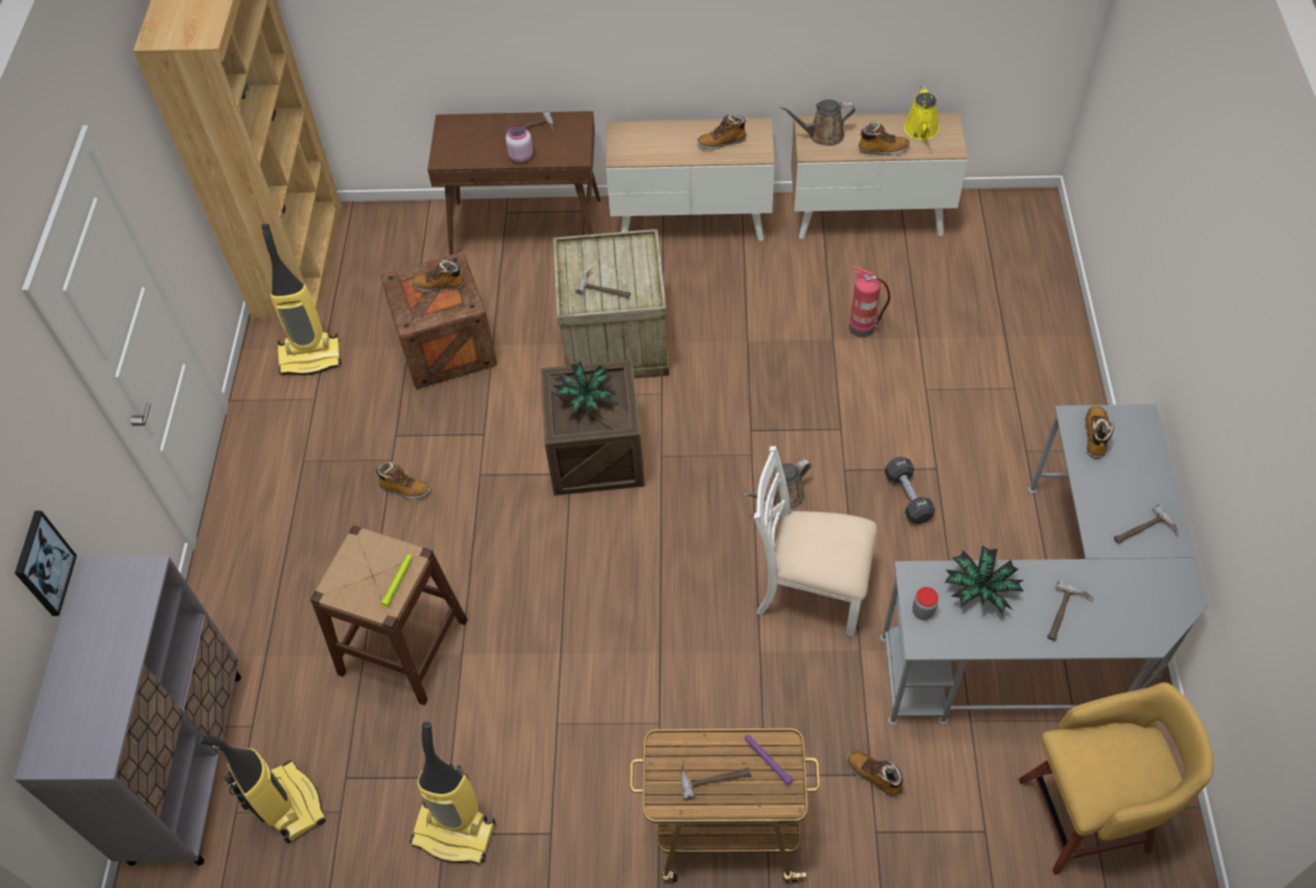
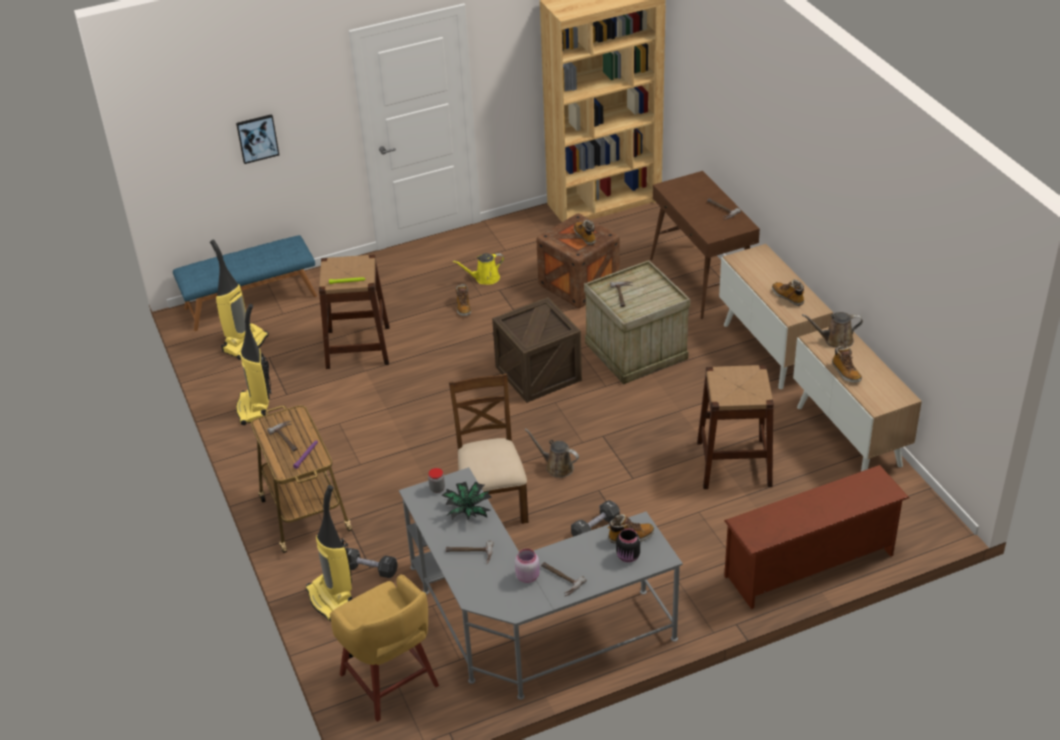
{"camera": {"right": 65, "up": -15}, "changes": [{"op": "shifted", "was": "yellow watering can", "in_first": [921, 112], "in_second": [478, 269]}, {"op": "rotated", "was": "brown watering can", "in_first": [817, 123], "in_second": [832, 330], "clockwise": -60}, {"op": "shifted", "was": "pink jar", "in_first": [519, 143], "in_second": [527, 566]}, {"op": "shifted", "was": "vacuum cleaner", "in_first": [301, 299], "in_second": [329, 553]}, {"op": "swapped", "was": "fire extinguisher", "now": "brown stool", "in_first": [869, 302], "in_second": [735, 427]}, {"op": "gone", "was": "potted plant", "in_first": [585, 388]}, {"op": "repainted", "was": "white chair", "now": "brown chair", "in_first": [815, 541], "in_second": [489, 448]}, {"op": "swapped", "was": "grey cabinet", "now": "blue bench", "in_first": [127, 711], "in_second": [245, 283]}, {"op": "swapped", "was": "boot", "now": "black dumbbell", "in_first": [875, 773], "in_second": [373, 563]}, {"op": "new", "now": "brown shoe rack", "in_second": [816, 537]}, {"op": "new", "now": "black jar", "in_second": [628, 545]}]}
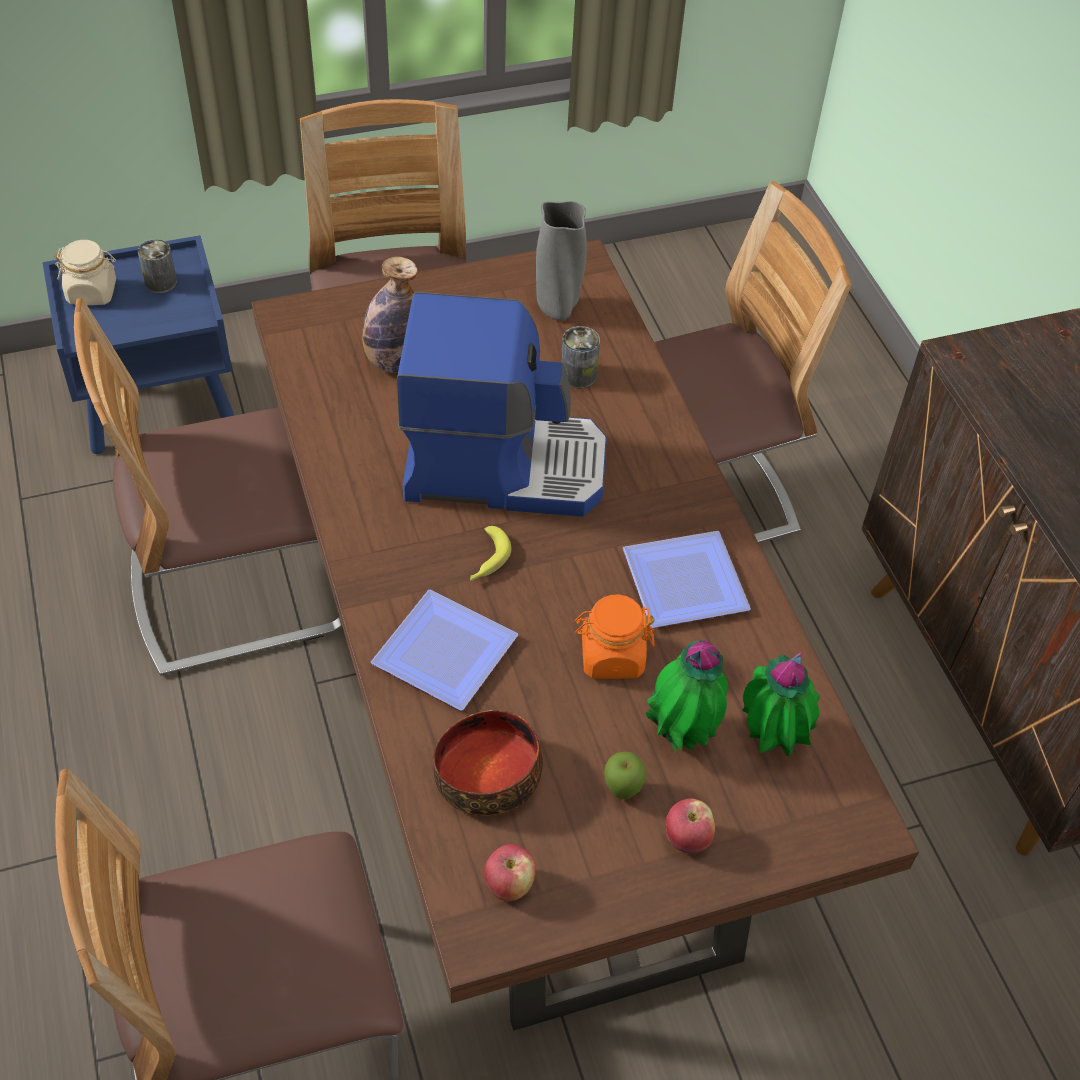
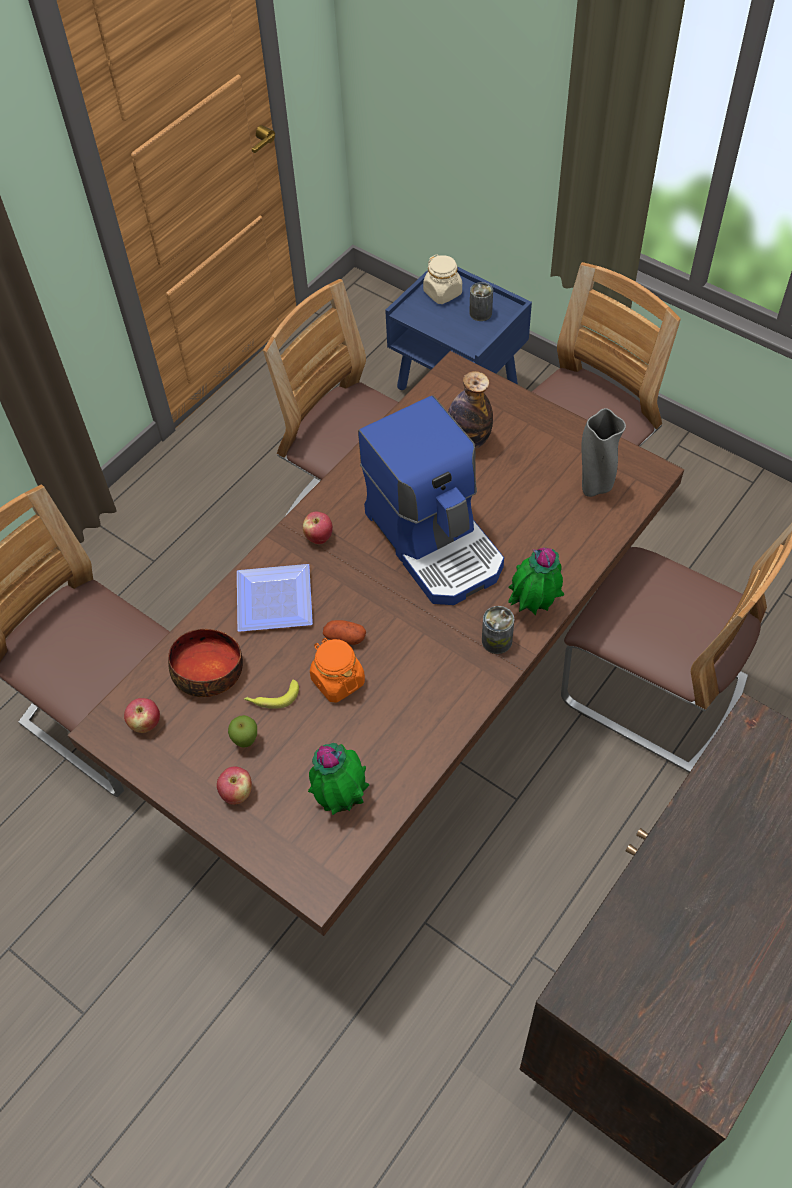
{"camera": {"right": 60, "up": 5}, "changes": [{"op": "shifted", "was": "can", "in_first": [580, 357], "in_second": [498, 630]}, {"op": "shifted", "was": "banana", "in_first": [490, 553], "in_second": [271, 694]}, {"op": "gone", "was": "plate", "in_first": [687, 579]}, {"op": "shifted", "was": "potted plant", "in_first": [687, 696], "in_second": [536, 581]}, {"op": "new", "now": "apple", "in_second": [318, 528]}, {"op": "new", "now": "potato", "in_second": [344, 632]}]}
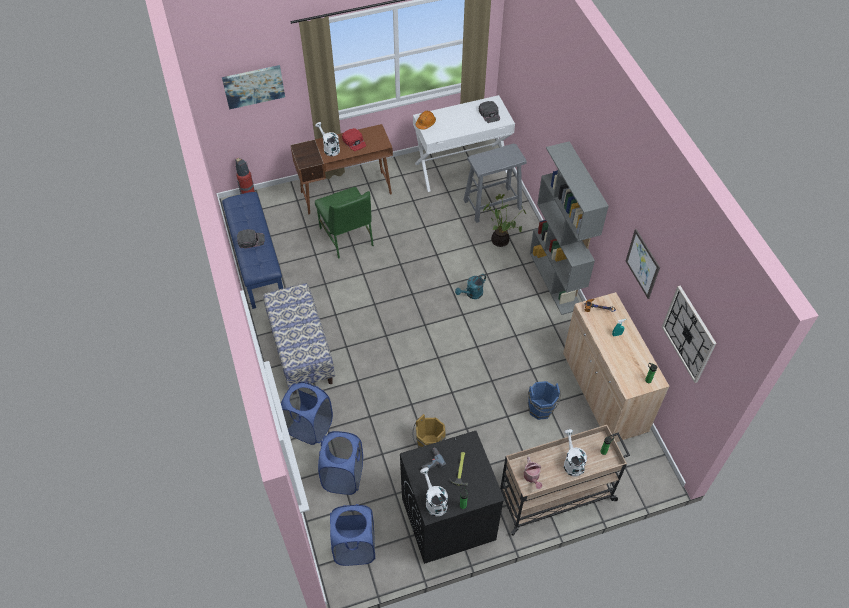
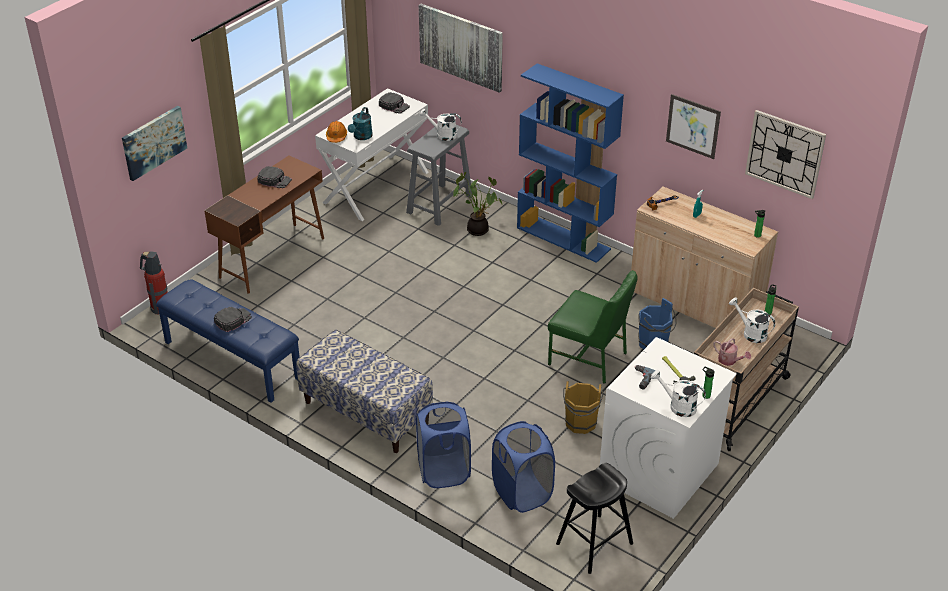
{"camera": {"right": -35, "up": -15}, "changes": [{"op": "shifted", "was": "white watering can", "in_first": [327, 139], "in_second": [441, 124]}, {"op": "repainted", "was": "red cap", "now": "black cap", "in_first": [354, 139], "in_second": [274, 177]}, {"op": "repainted", "was": "grey bookcase", "now": "blue bookcase", "in_first": [569, 228], "in_second": [570, 163]}, {"op": "shifted", "was": "green chair", "in_first": [344, 223], "in_second": [593, 327]}, {"op": "shifted", "was": "turquoise watering can", "in_first": [470, 286], "in_second": [360, 123]}, {"op": "repainted", "was": "black washing machine", "now": "white washing machine", "in_first": [452, 497], "in_second": [668, 428]}, {"op": "swapped", "was": "blue laundry basket", "now": "black stool", "in_first": [352, 535], "in_second": [594, 518]}, {"op": "new", "now": "picture", "in_second": [461, 48]}]}
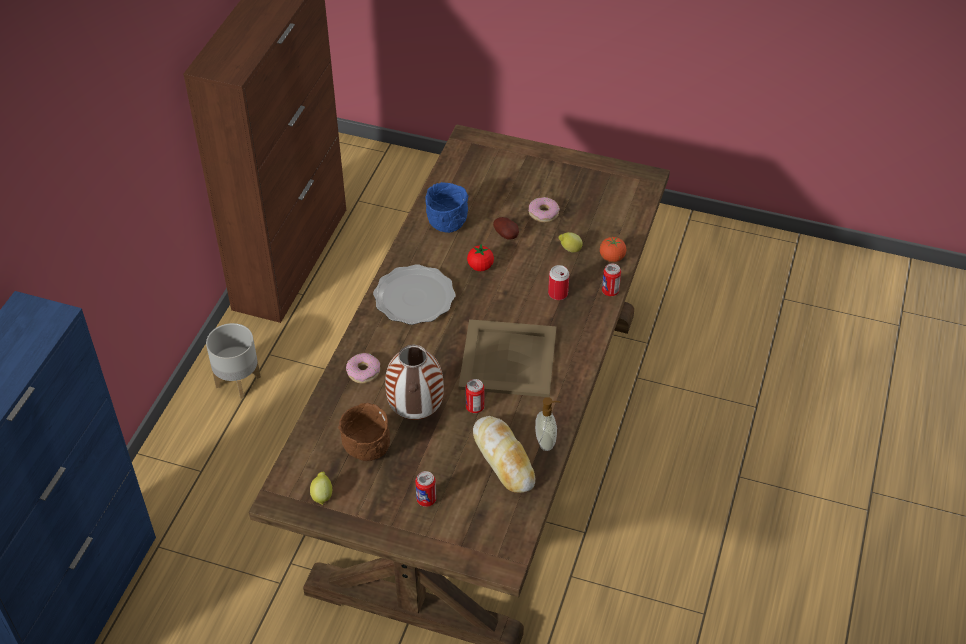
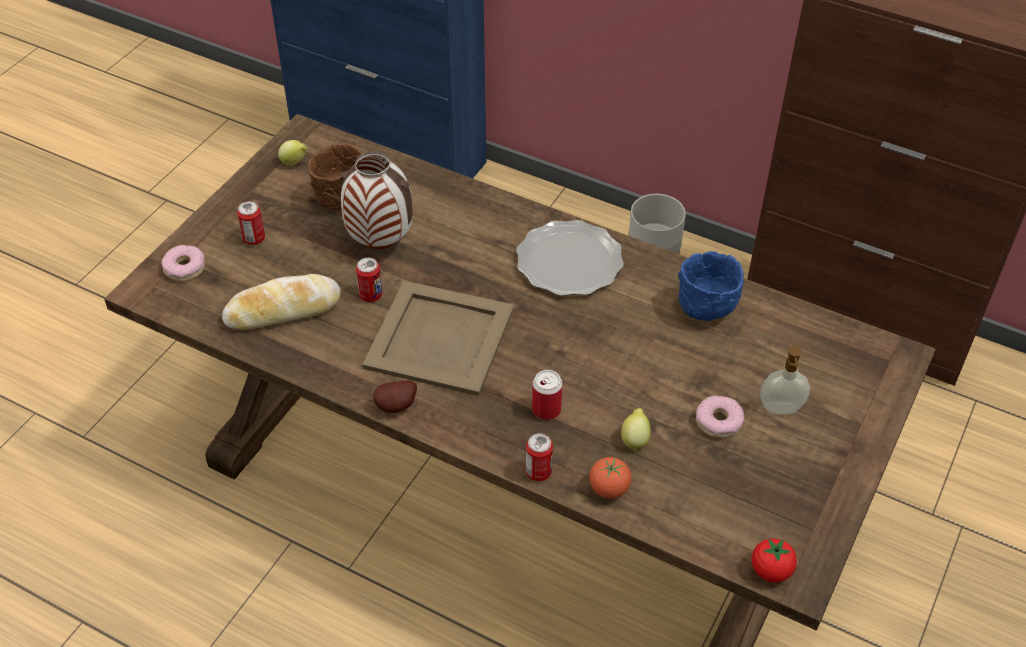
{"camera": {"right": 100, "up": 0}, "changes": [{"op": "shifted", "was": "potato", "in_first": [506, 228], "in_second": [395, 396]}, {"op": "shifted", "was": "tomato", "in_first": [480, 257], "in_second": [774, 560]}, {"op": "shifted", "was": "donut", "in_first": [363, 368], "in_second": [183, 263]}, {"op": "shifted", "was": "soap dispenser", "in_first": [547, 424], "in_second": [785, 380]}]}
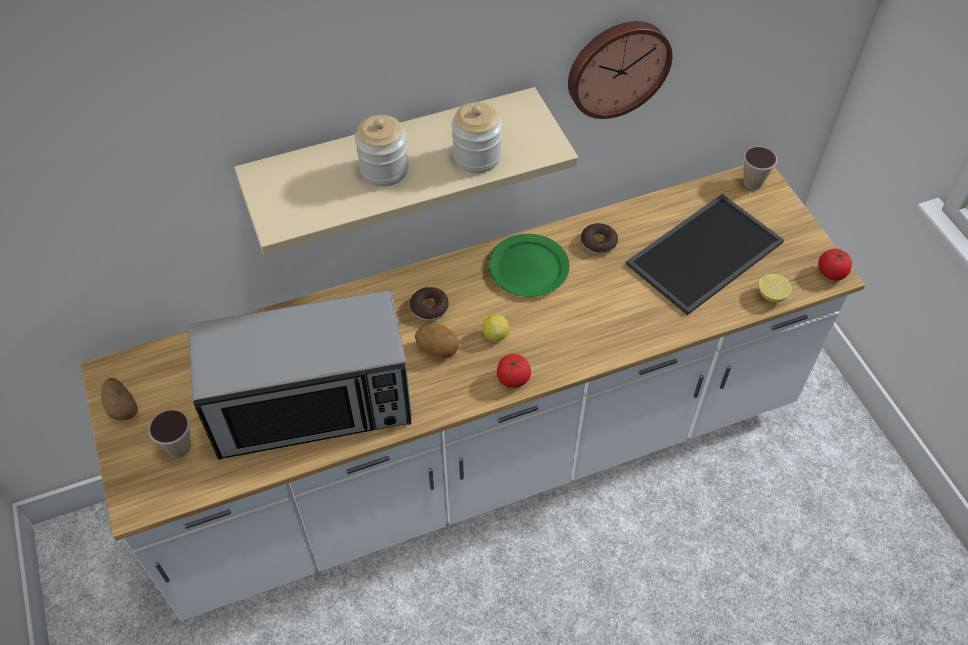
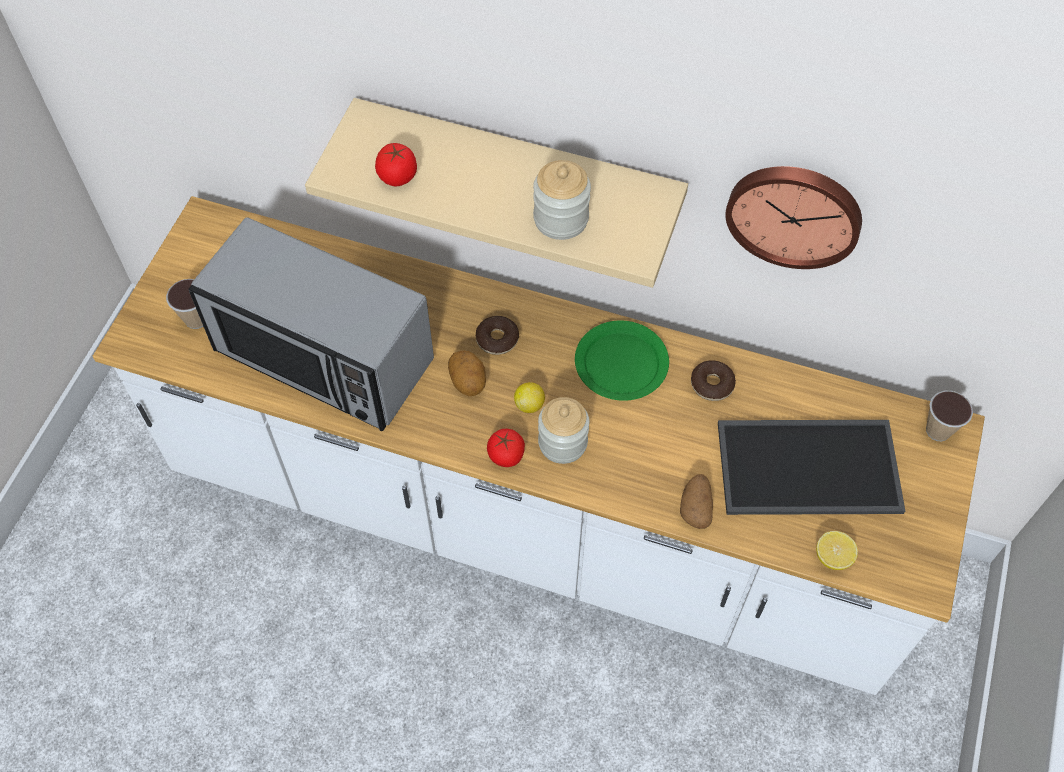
{"camera": {"right": 40, "up": 5}, "changes": [{"op": "shifted", "was": "jar", "in_first": [381, 151], "in_second": [563, 430]}, {"op": "shifted", "was": "tomato", "in_first": [835, 265], "in_second": [396, 164]}, {"op": "shifted", "was": "potato", "in_first": [119, 399], "in_second": [696, 501]}]}
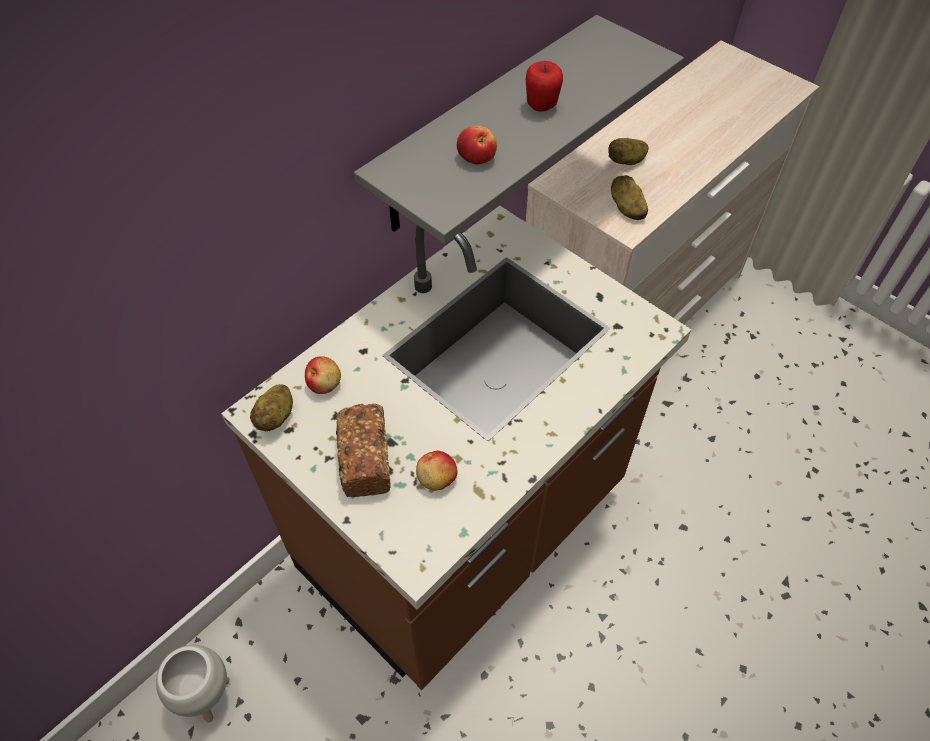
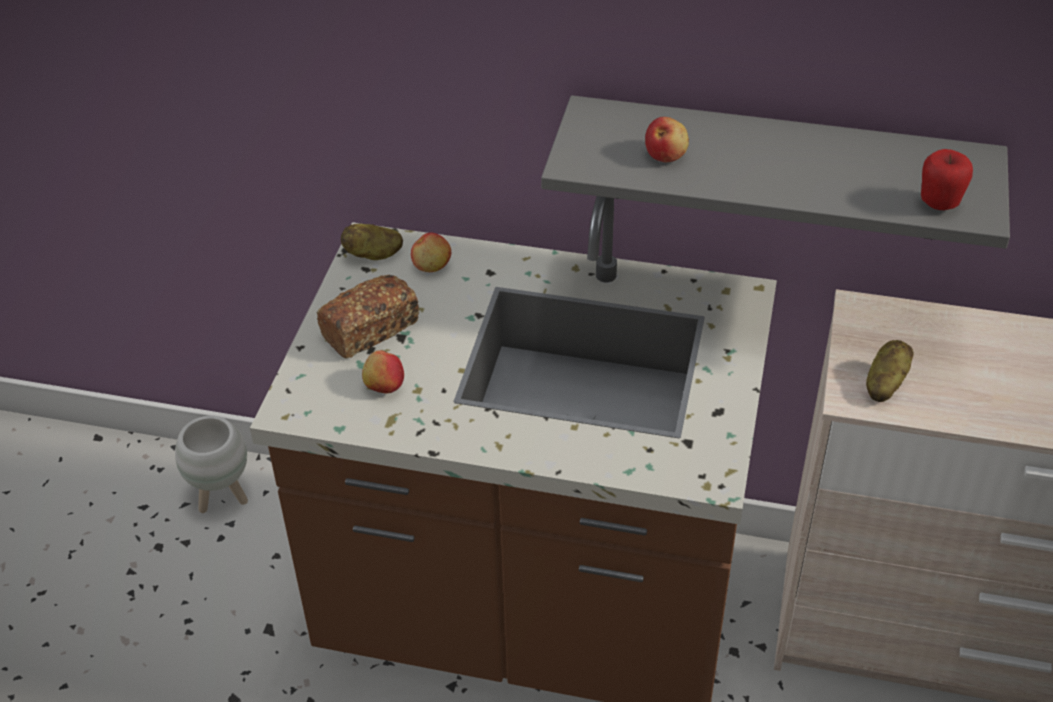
{"camera": {"right": 60, "up": -10}, "changes": [{"op": "shifted", "was": "apple", "in_first": [544, 86], "in_second": [947, 179]}, {"op": "gone", "was": "potato", "in_first": [628, 151]}]}
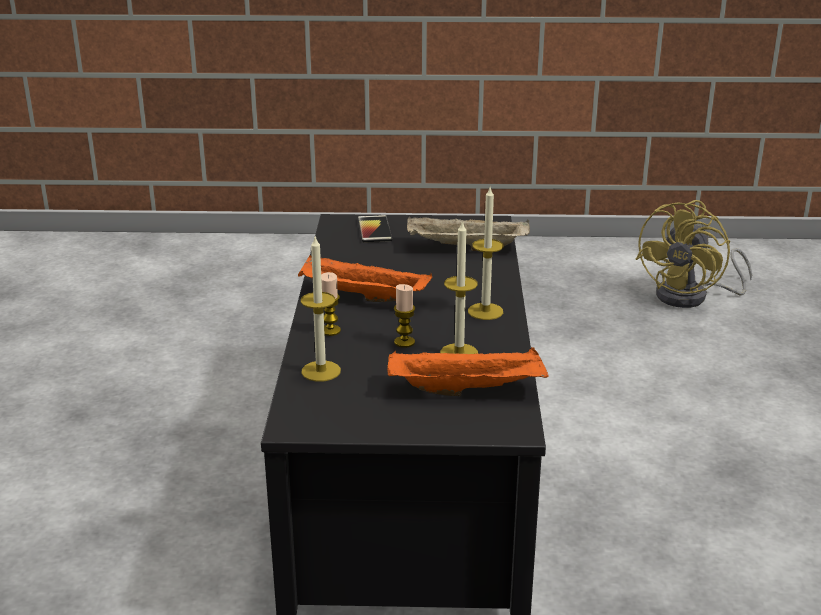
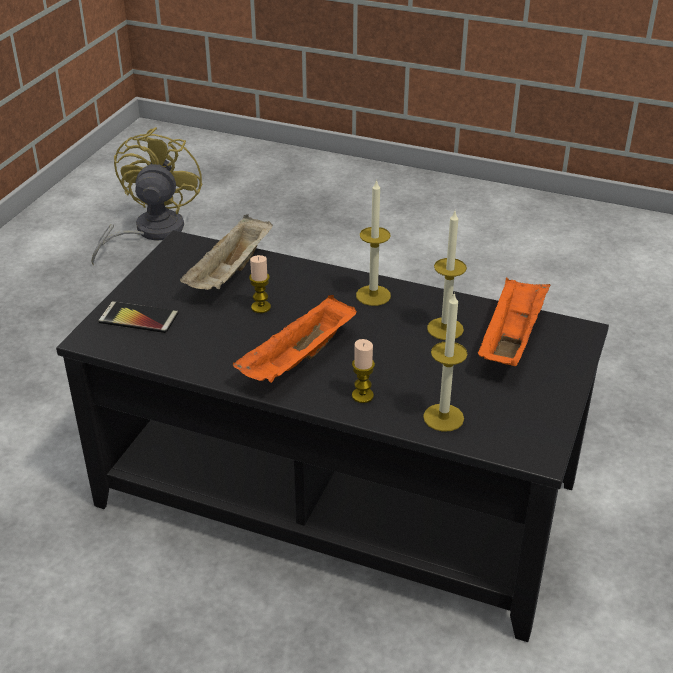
{"camera": {"right": -70, "up": 10}, "changes": [{"op": "rotated", "was": "yellow fan", "in_first": [694, 254], "in_second": [147, 196], "clockwise": -135}, {"op": "shifted", "was": "candle", "in_first": [404, 316], "in_second": [260, 284]}]}
